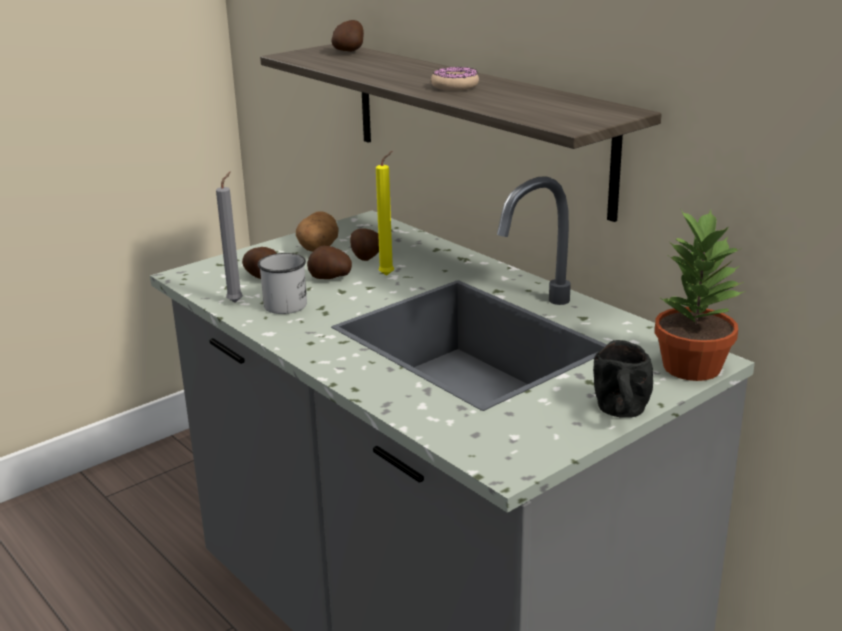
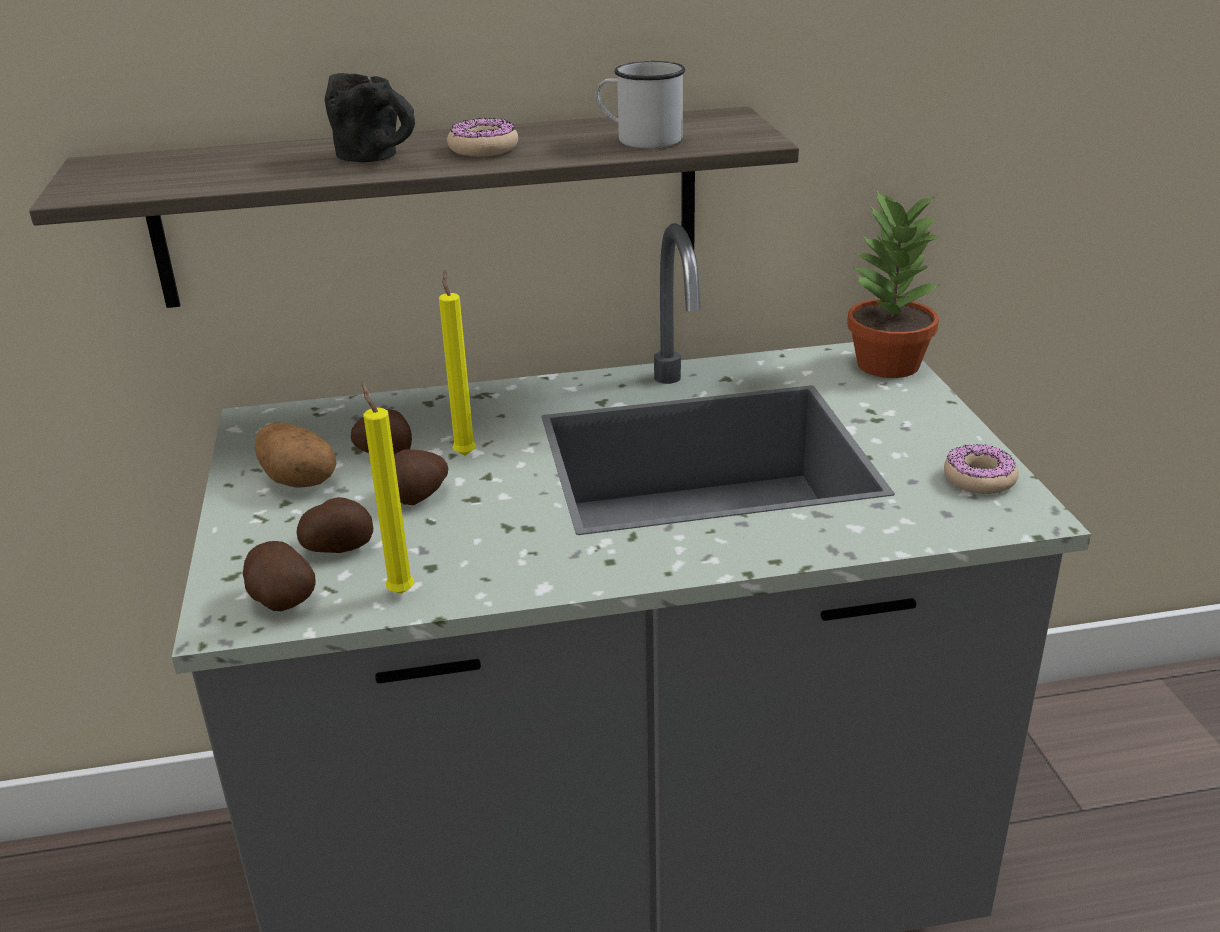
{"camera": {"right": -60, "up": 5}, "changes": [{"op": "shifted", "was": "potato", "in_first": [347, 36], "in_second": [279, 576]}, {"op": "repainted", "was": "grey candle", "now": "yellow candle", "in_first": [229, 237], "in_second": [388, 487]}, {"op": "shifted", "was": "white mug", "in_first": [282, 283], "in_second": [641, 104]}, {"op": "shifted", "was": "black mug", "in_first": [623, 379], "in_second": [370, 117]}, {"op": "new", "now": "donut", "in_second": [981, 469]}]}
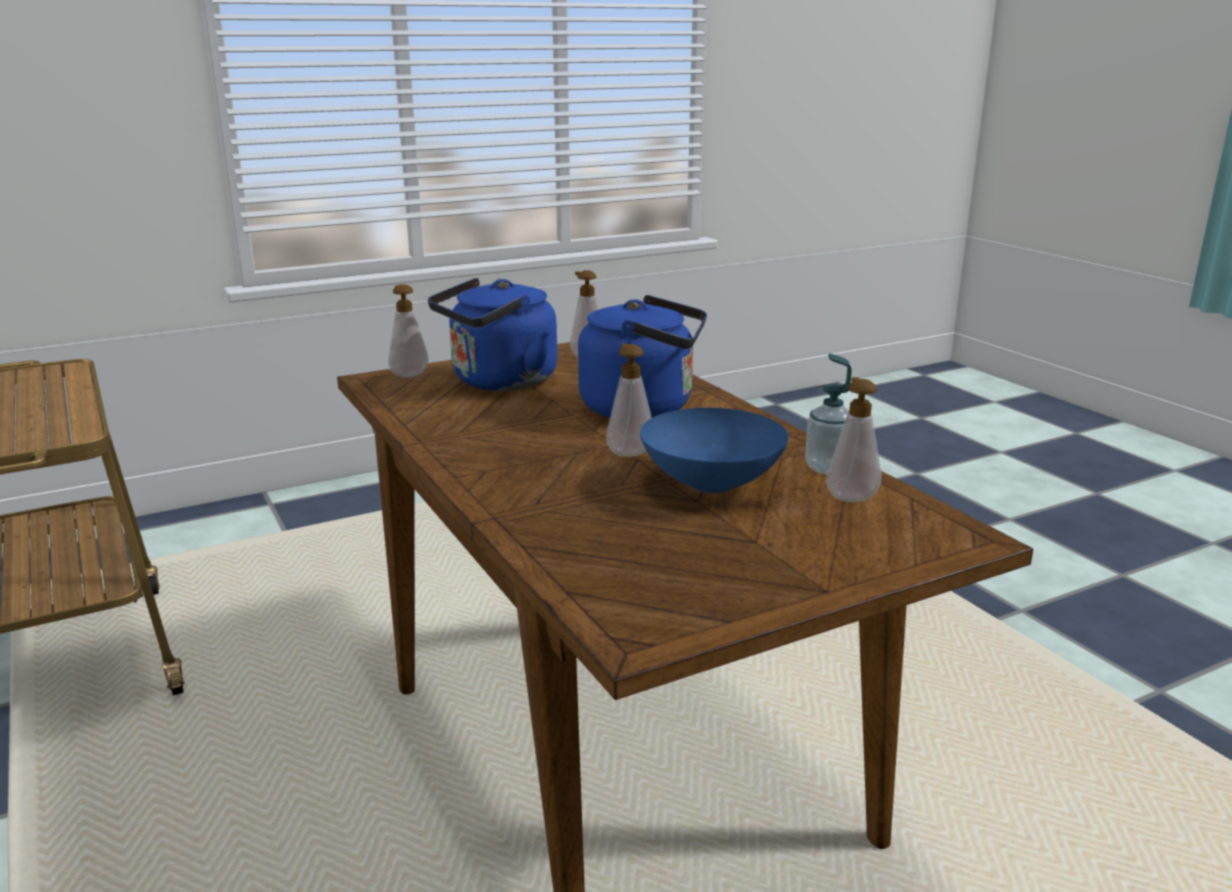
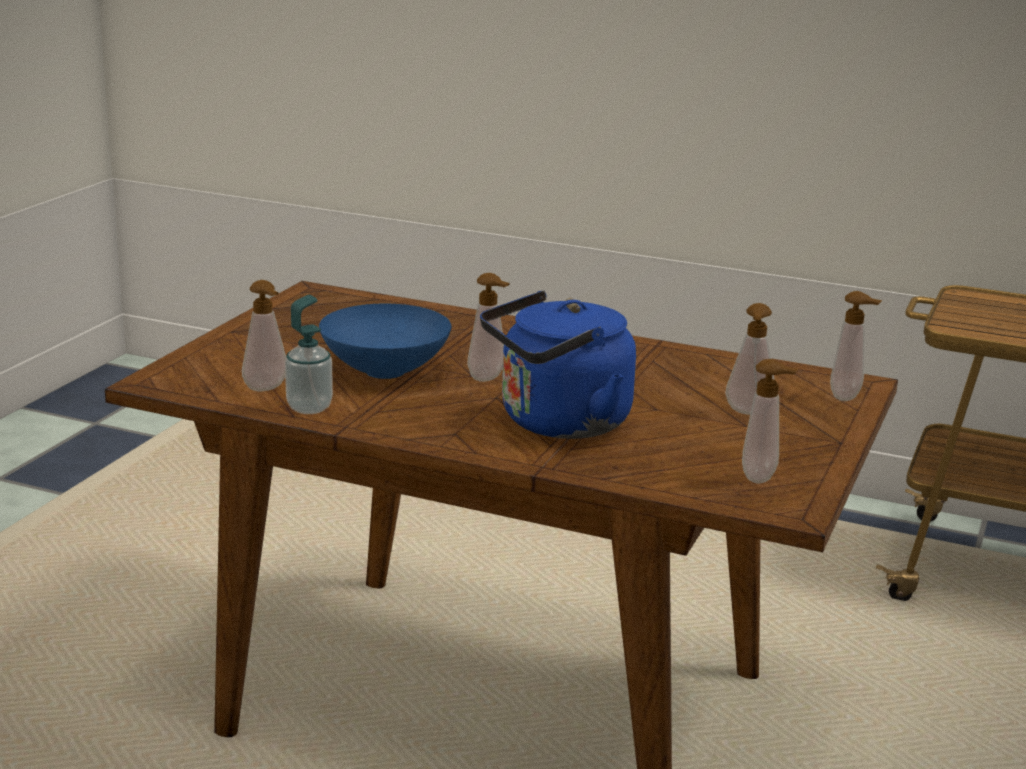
{"camera": {"right": 140, "up": 0}, "changes": [{"op": "swapped", "was": "blue kettle", "now": "soap dispenser", "in_first": [492, 334], "in_second": [750, 359]}]}
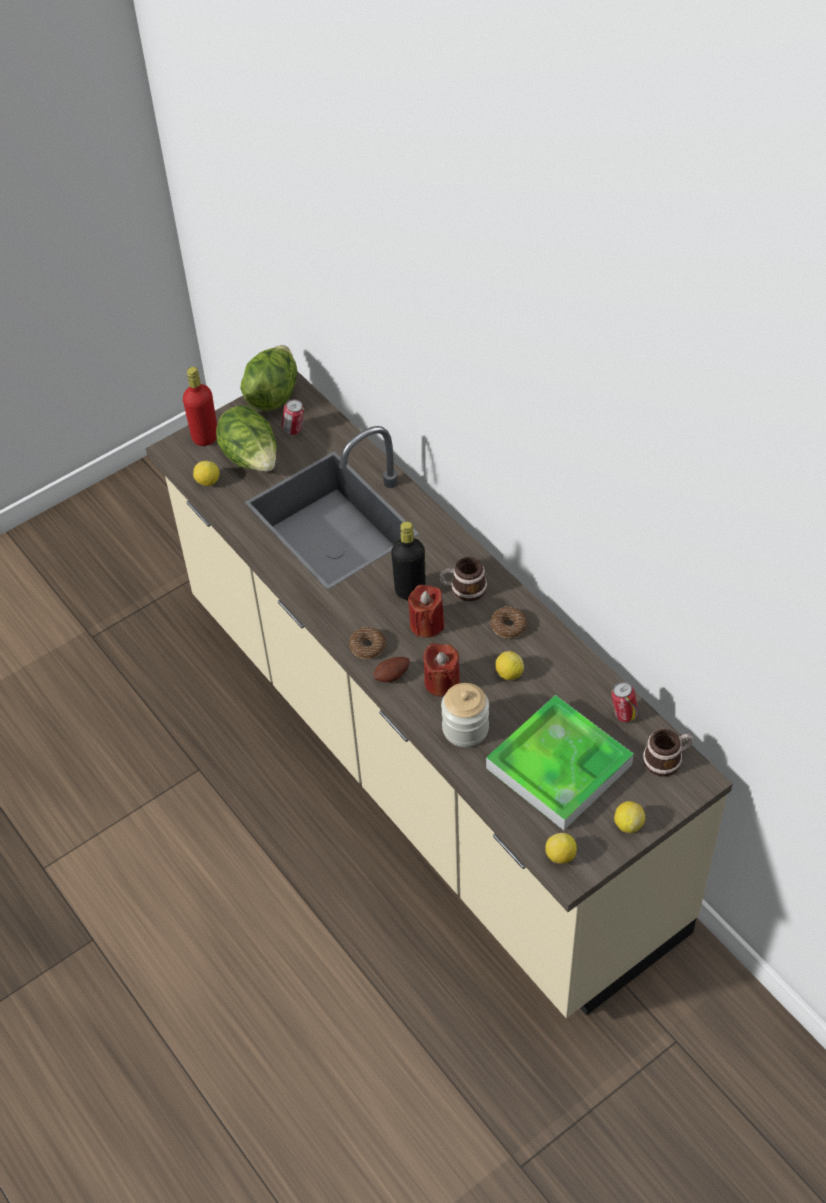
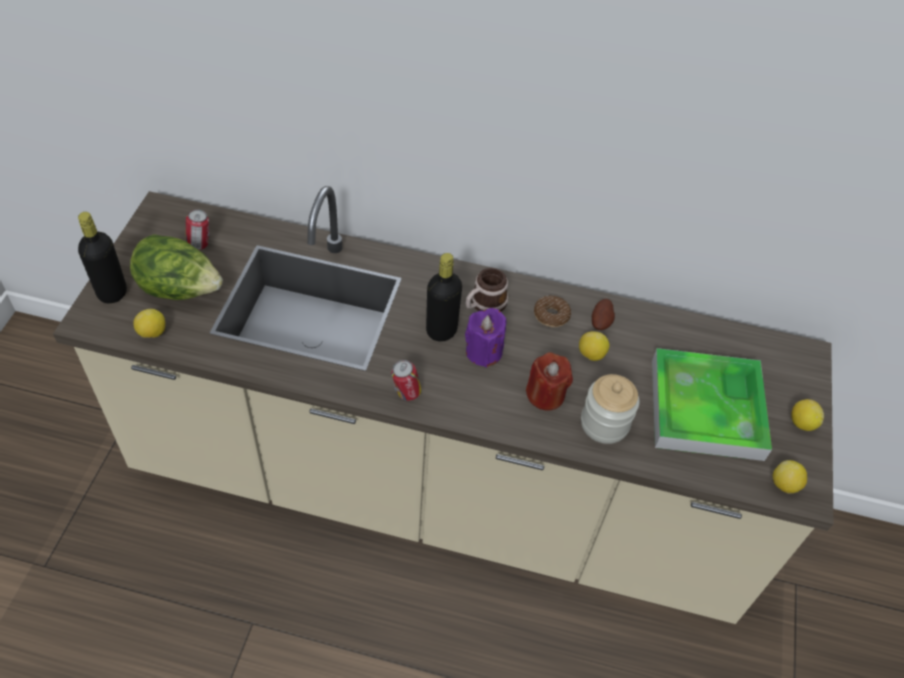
{"camera": {"right": -45, "up": 0}, "changes": [{"op": "gone", "was": "lettuce", "in_first": [268, 378]}, {"op": "repainted", "was": "red bottle", "now": "black bottle", "in_first": [200, 406], "in_second": [102, 258]}, {"op": "repainted", "was": "red candle", "now": "purple candle", "in_first": [426, 611], "in_second": [485, 338]}, {"op": "gone", "was": "donut", "in_first": [367, 643]}, {"op": "shifted", "was": "potato", "in_first": [392, 669], "in_second": [603, 314]}, {"op": "shifted", "was": "can", "in_first": [624, 702], "in_second": [406, 380]}, {"op": "gone", "was": "mug", "in_first": [668, 753]}]}
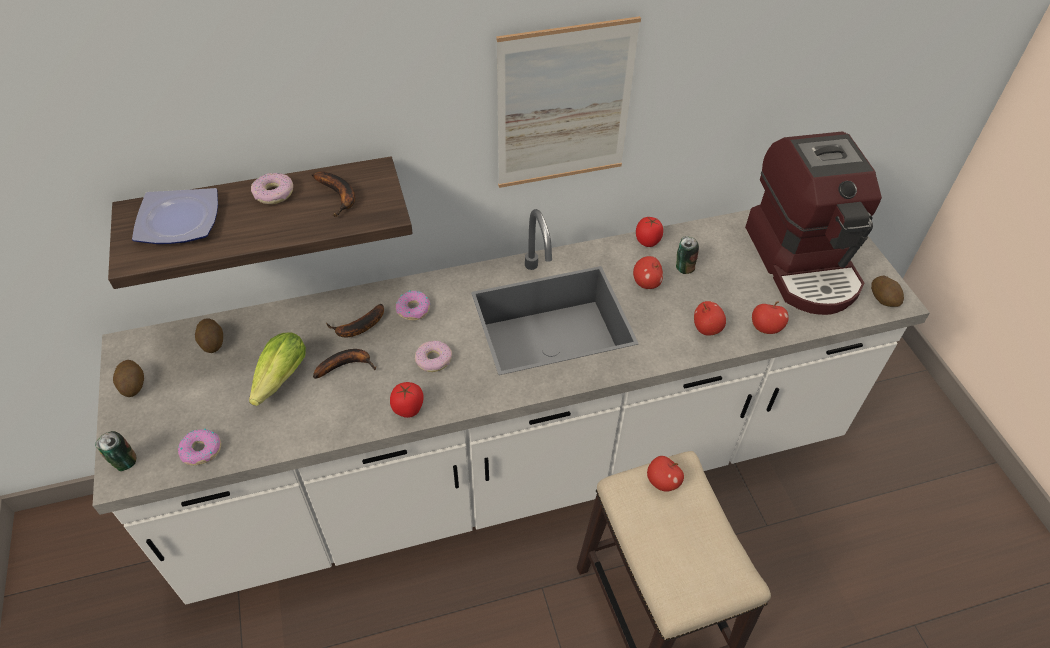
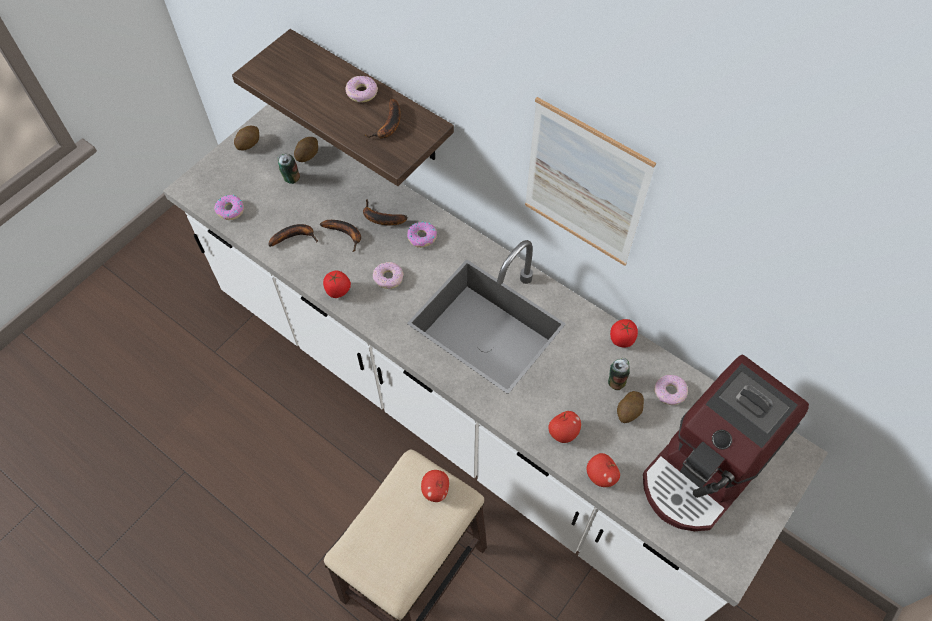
{"camera": {"right": 55, "up": 10}, "changes": [{"op": "gone", "was": "plate", "in_first": [175, 216]}, {"op": "gone", "was": "apple", "in_first": [648, 272]}, {"op": "shifted", "was": "potato", "in_first": [887, 291], "in_second": [630, 407]}, {"op": "gone", "was": "lettuce", "in_first": [277, 369]}, {"op": "shifted", "was": "can", "in_first": [115, 451], "in_second": [288, 169]}, {"op": "new", "now": "banana", "in_second": [293, 235]}, {"op": "new", "now": "donut", "in_second": [671, 390]}]}
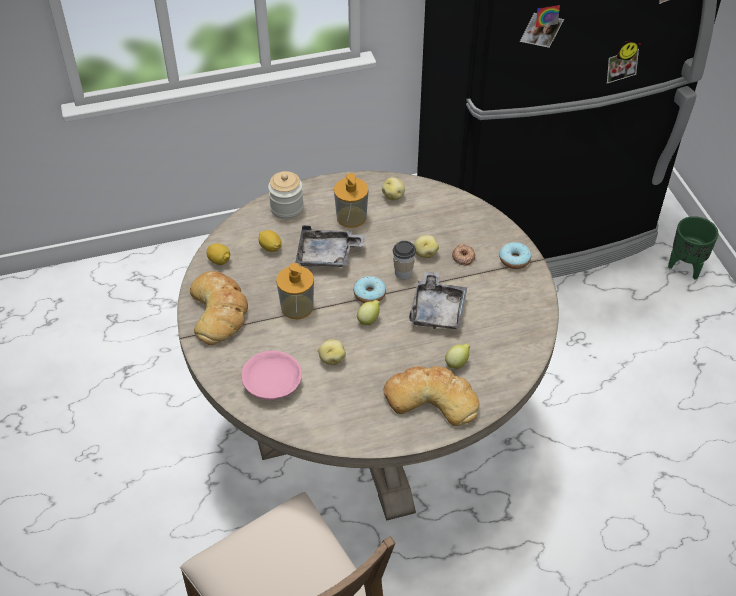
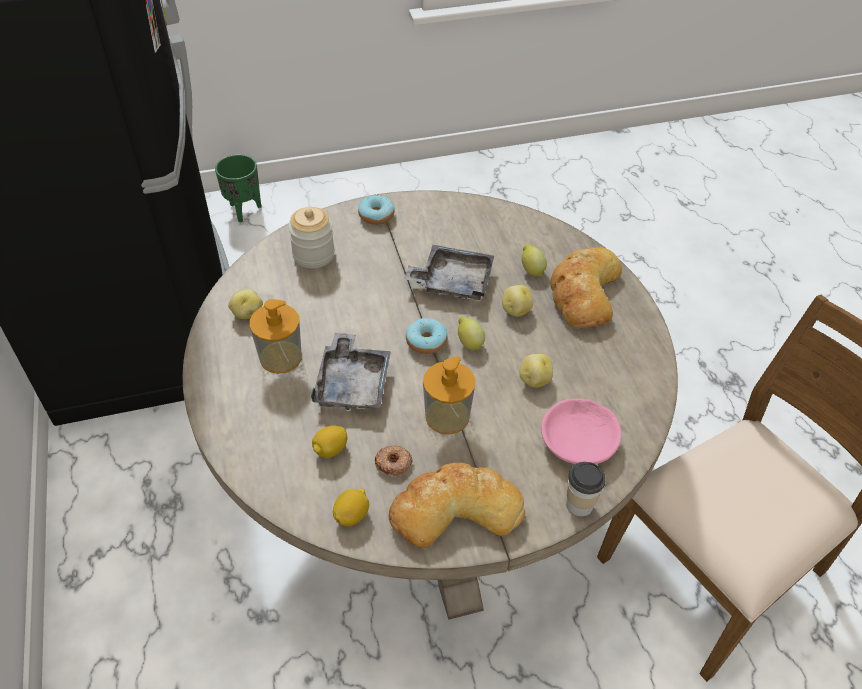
{"camera": {"right": -90, "up": 0}, "changes": [{"op": "shifted", "was": "jar", "in_first": [286, 195], "in_second": [311, 237]}, {"op": "shifted", "was": "potato", "in_first": [426, 246], "in_second": [517, 301]}, {"op": "shifted", "was": "cup", "in_first": [404, 260], "in_second": [586, 489]}, {"op": "shifted", "was": "donut", "in_first": [463, 255], "in_second": [393, 461]}]}
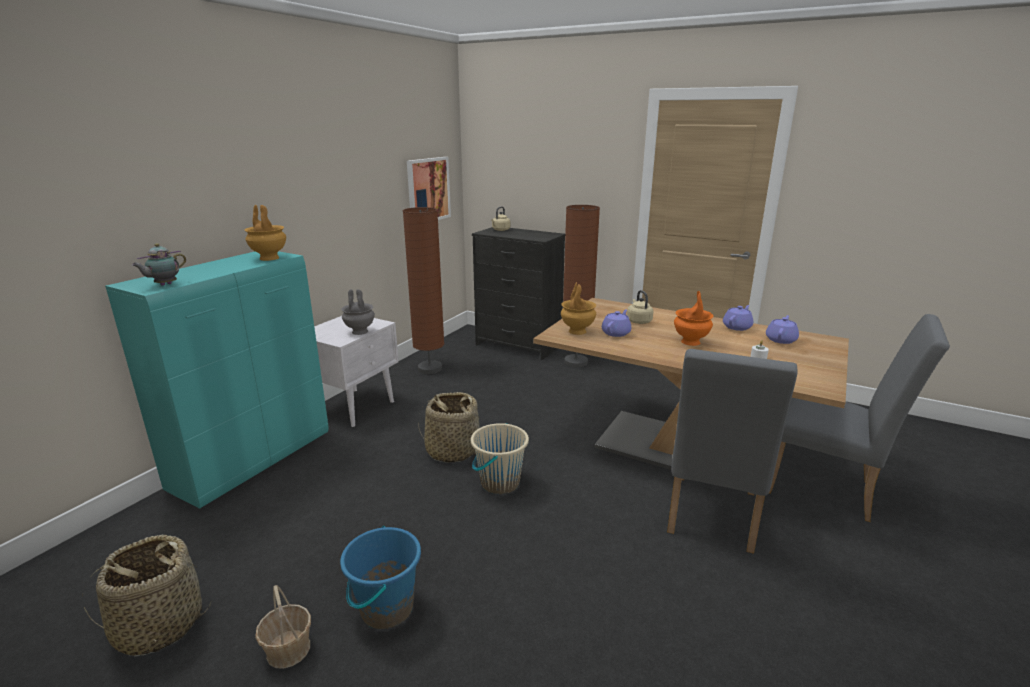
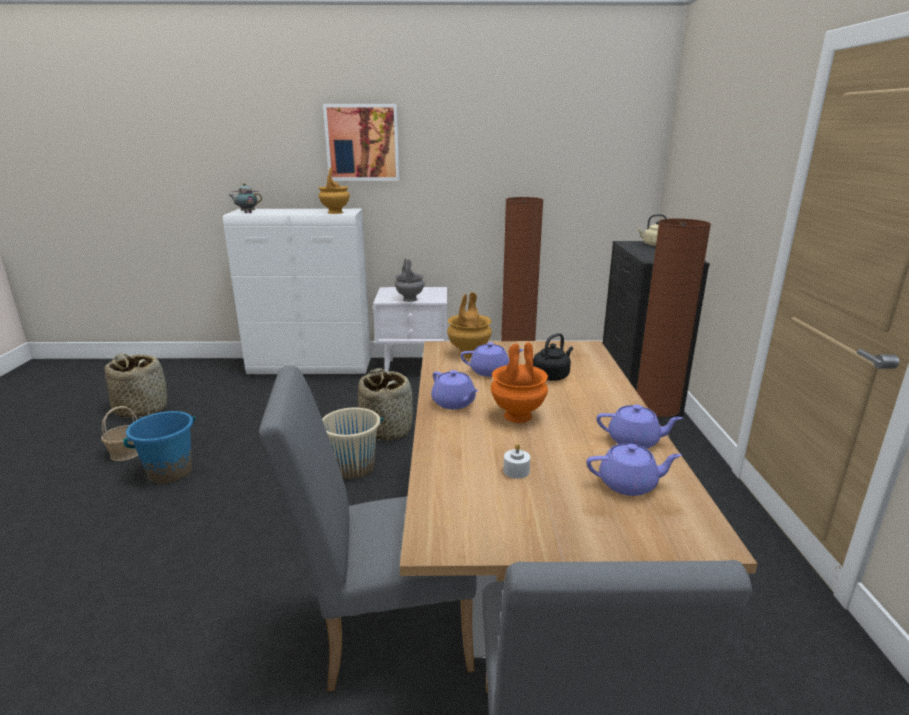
{"camera": {"right": 60, "up": 0}, "changes": [{"op": "shifted", "was": "picture", "in_first": [429, 188], "in_second": [361, 142]}, {"op": "repainted", "was": "turquoise cabinet", "now": "white cabinet", "in_first": [216, 380], "in_second": [297, 292]}, {"op": "repainted", "was": "beige kettle", "now": "black kettle", "in_first": [640, 307], "in_second": [553, 357]}, {"op": "new", "now": "purple teapot", "in_second": [454, 389]}]}
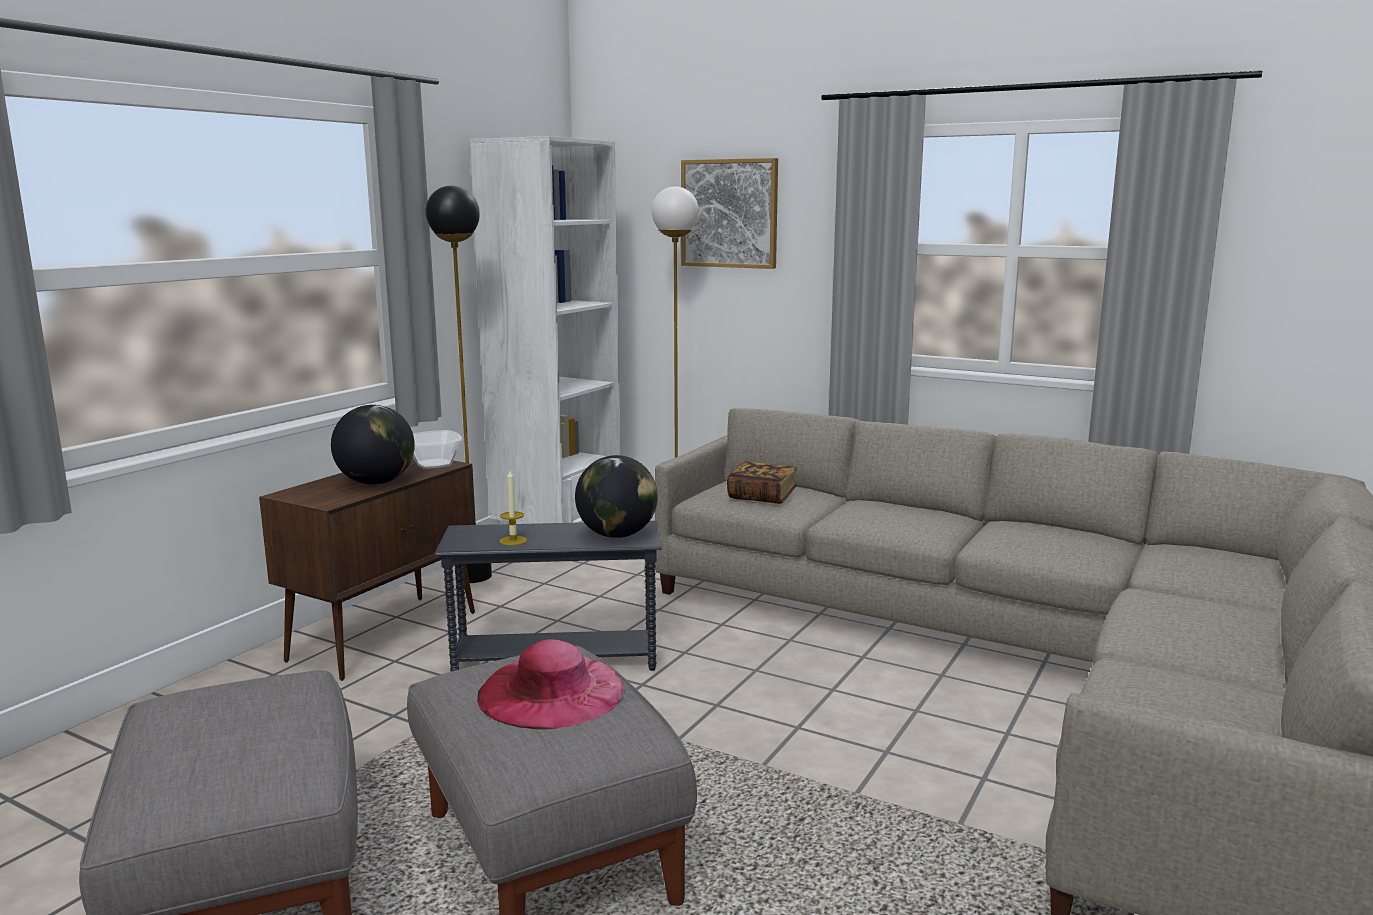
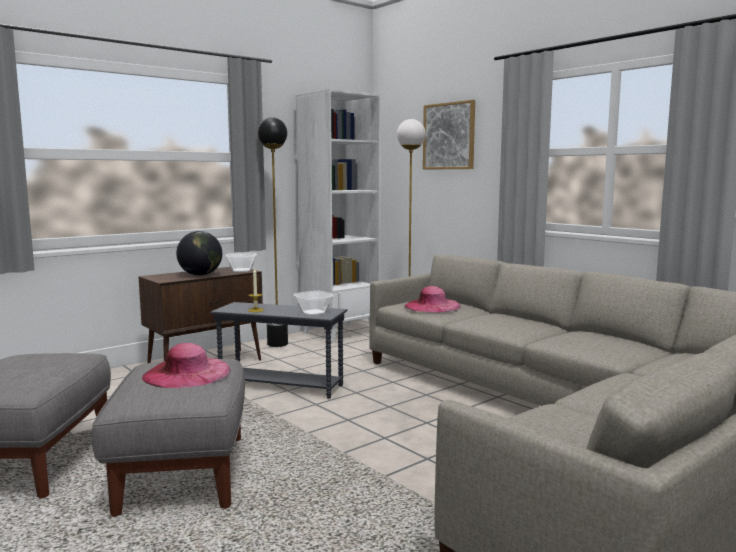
{"camera": {"right": 20, "up": -5}, "changes": [{"op": "swapped", "was": "globe", "now": "bowl", "in_first": [616, 496], "in_second": [313, 303]}, {"op": "swapped", "was": "book", "now": "pink hat", "in_first": [762, 482], "in_second": [433, 299]}]}
